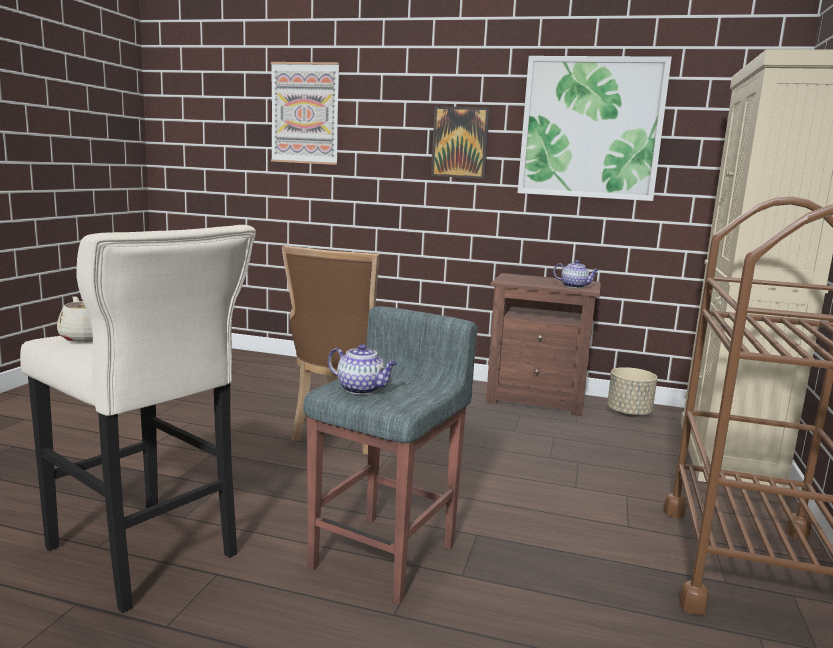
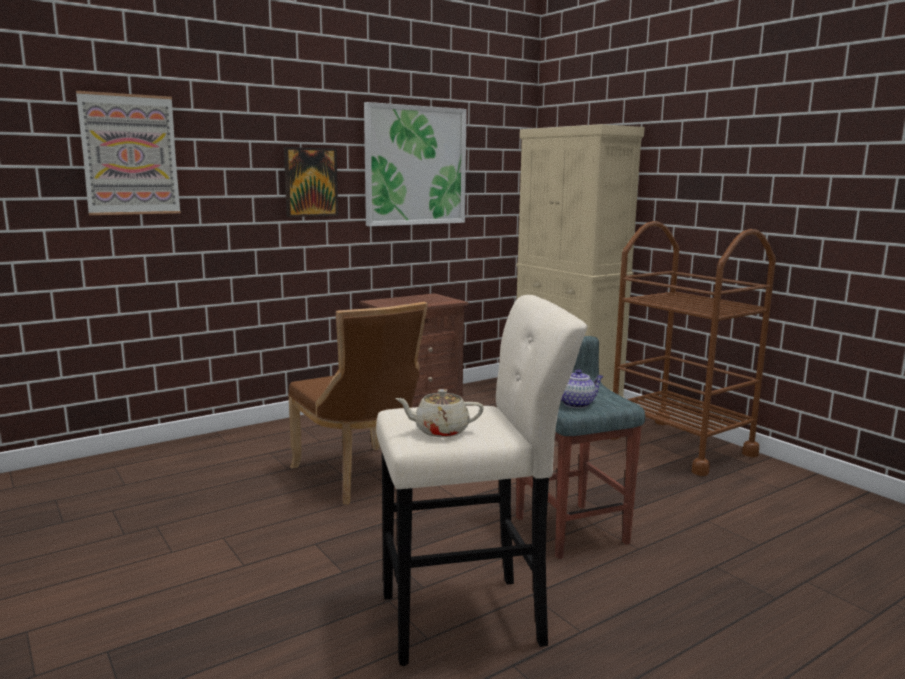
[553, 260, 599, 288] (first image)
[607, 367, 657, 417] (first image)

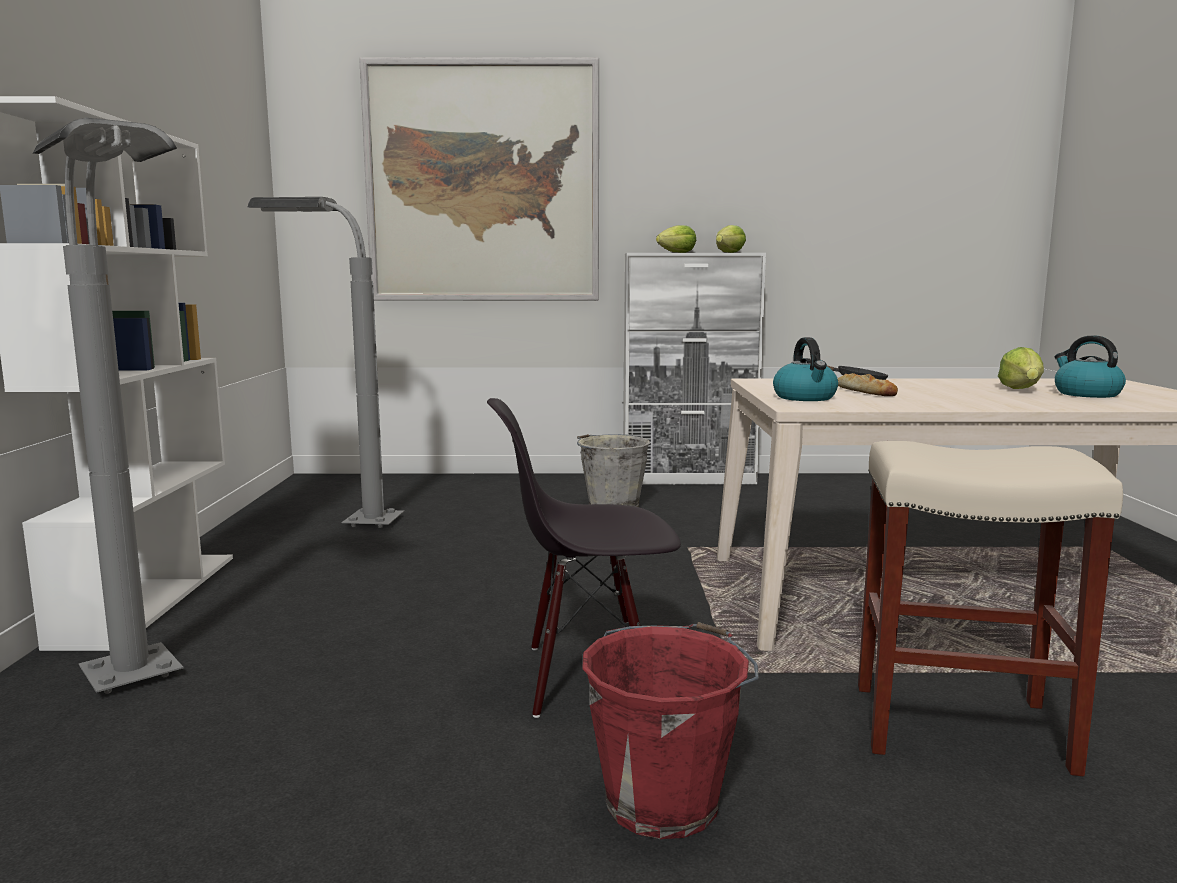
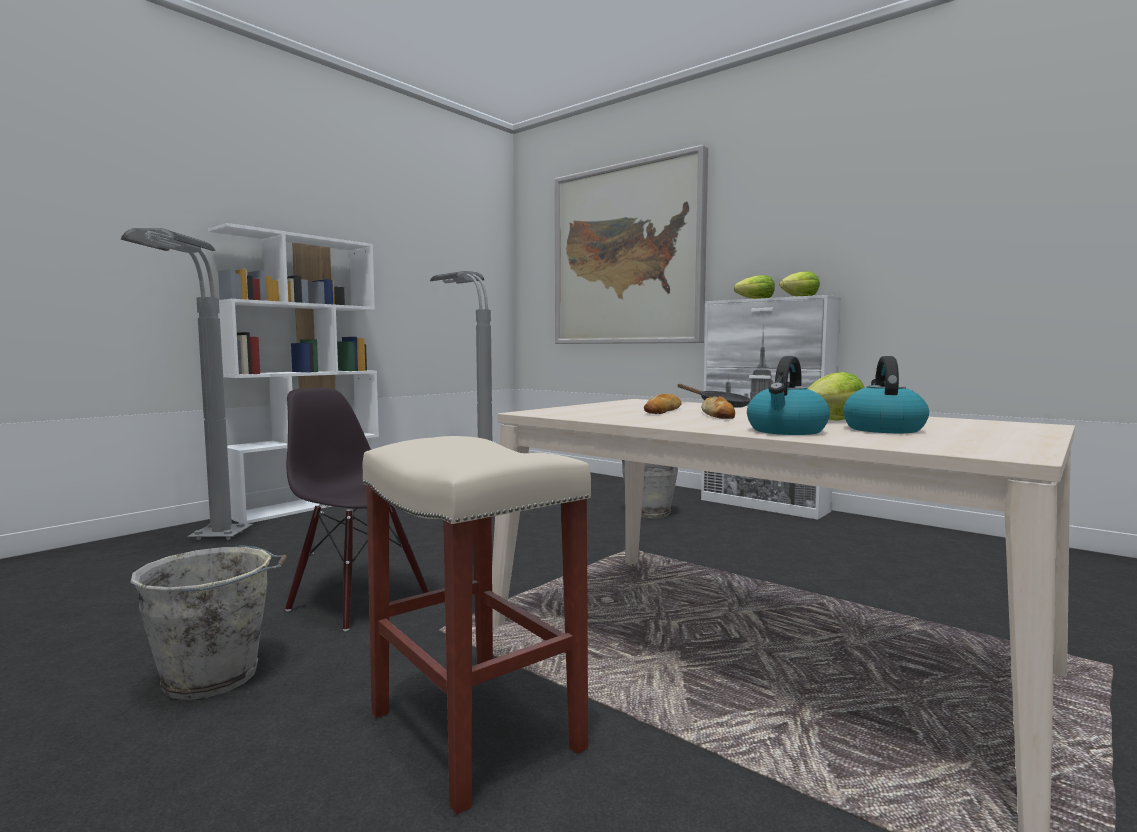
[747, 356, 830, 435]
[130, 545, 287, 700]
[701, 396, 735, 419]

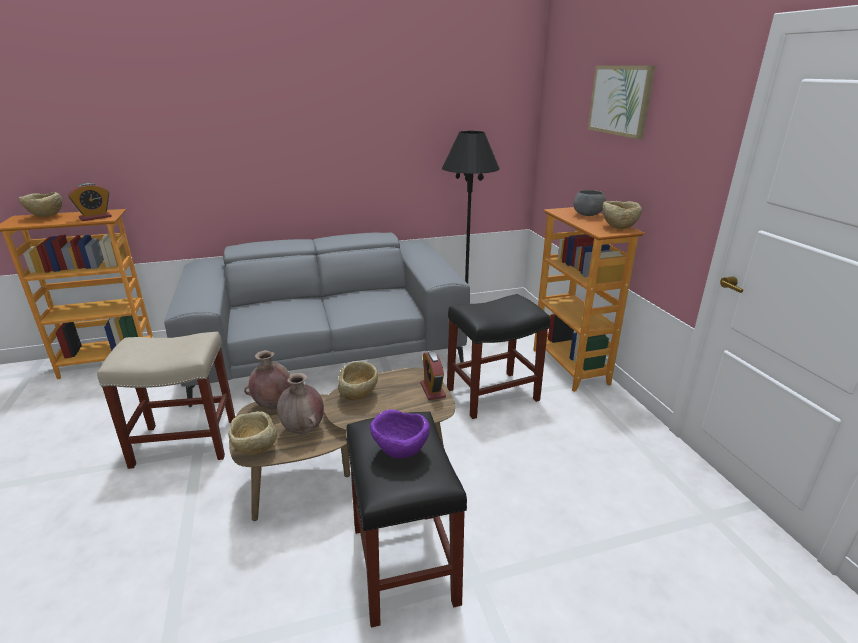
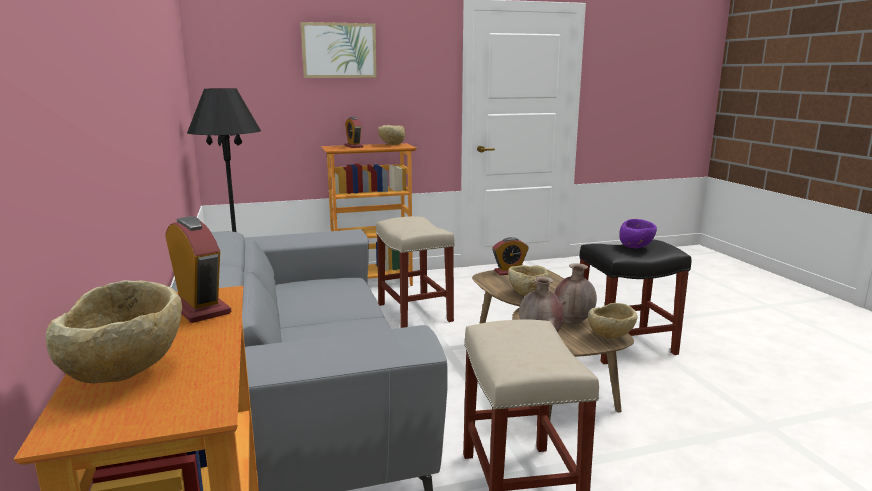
[345, 117, 364, 148]
[376, 216, 455, 328]

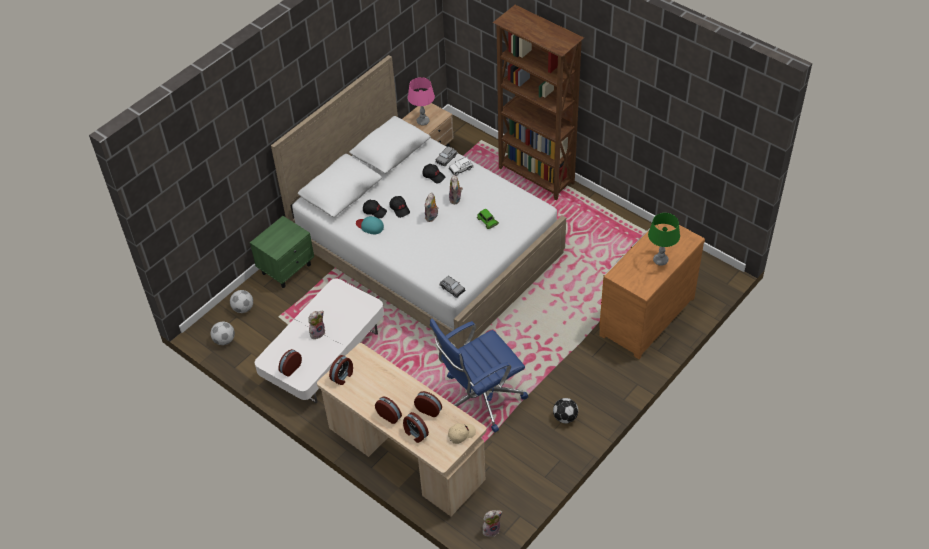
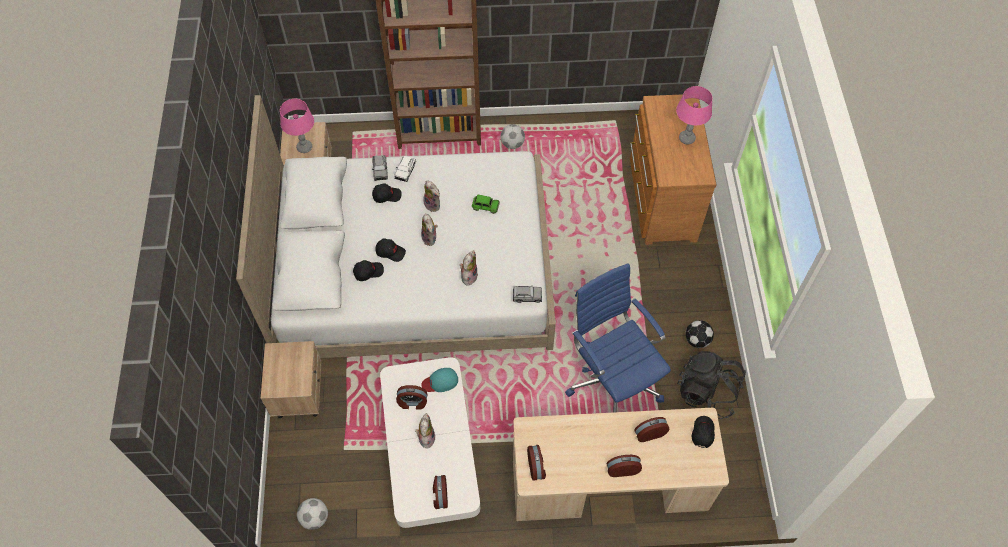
[676, 86, 713, 144]
[261, 341, 321, 419]
[421, 368, 458, 392]
[501, 124, 525, 149]
[565, 263, 671, 413]
[396, 385, 427, 410]
[692, 416, 715, 448]
[460, 250, 478, 286]
[677, 351, 746, 419]

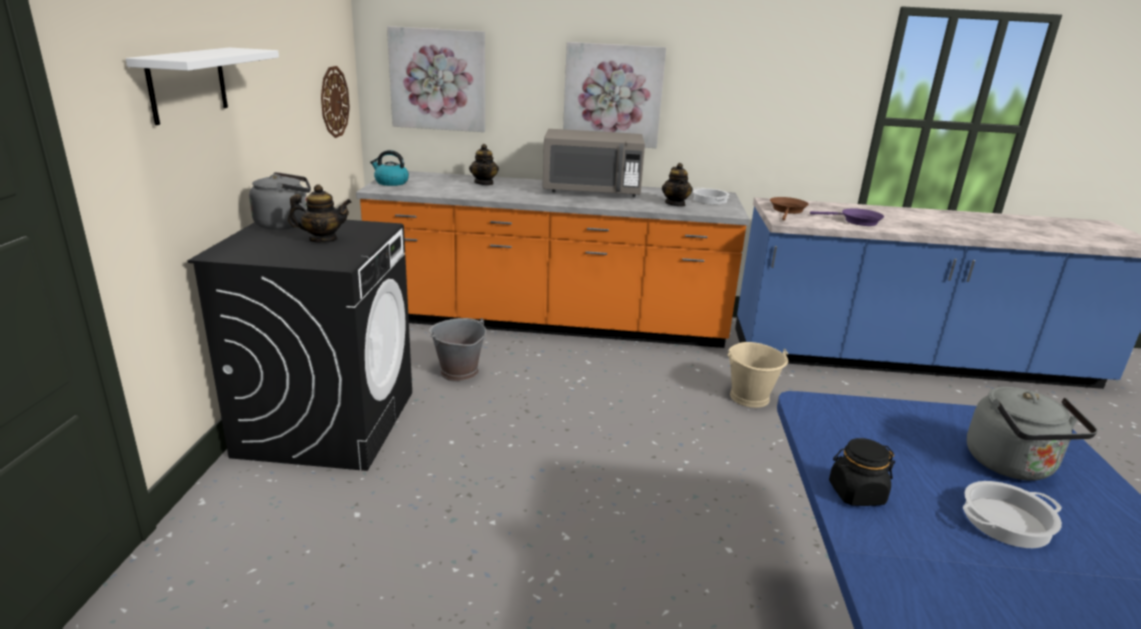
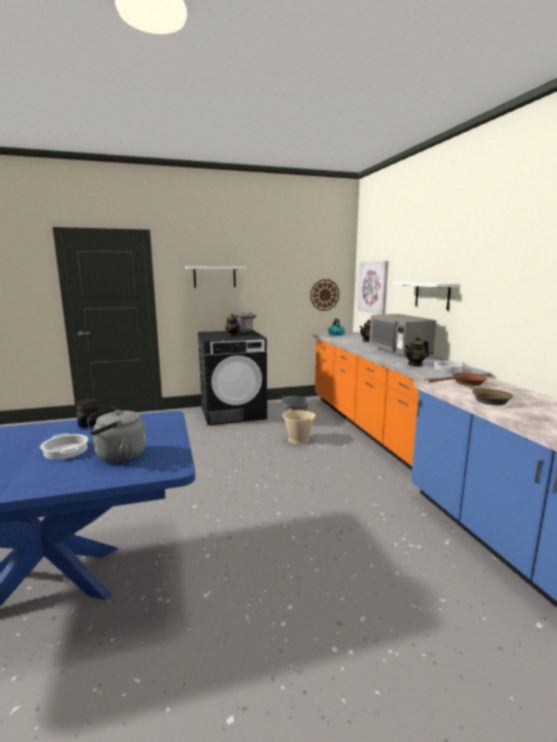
[394, 282, 458, 310]
[468, 385, 513, 405]
[282, 408, 316, 444]

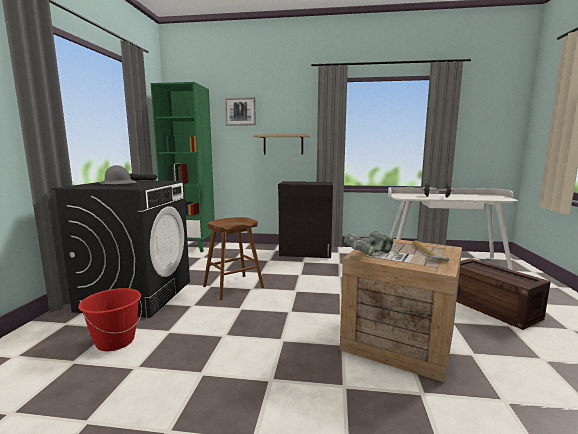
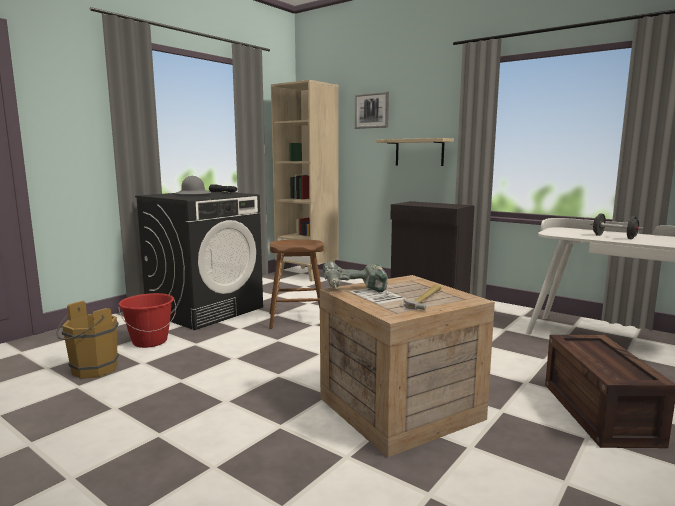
[271, 80, 339, 281]
[56, 301, 119, 379]

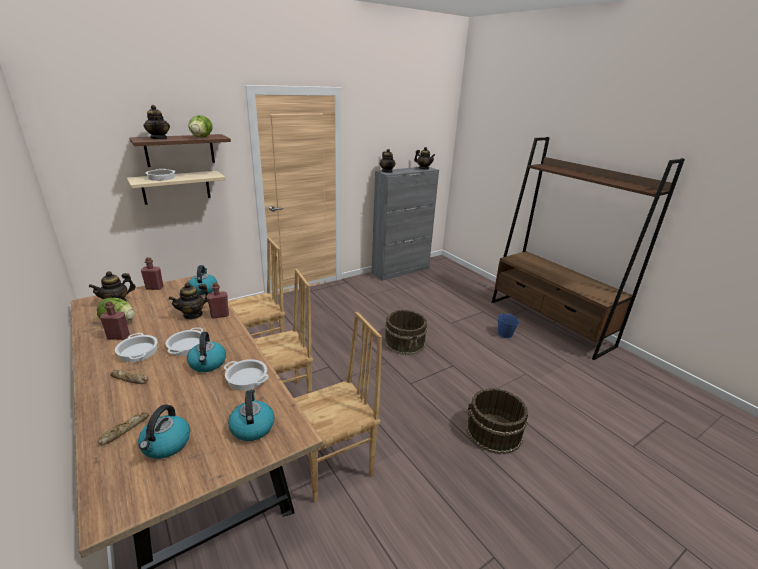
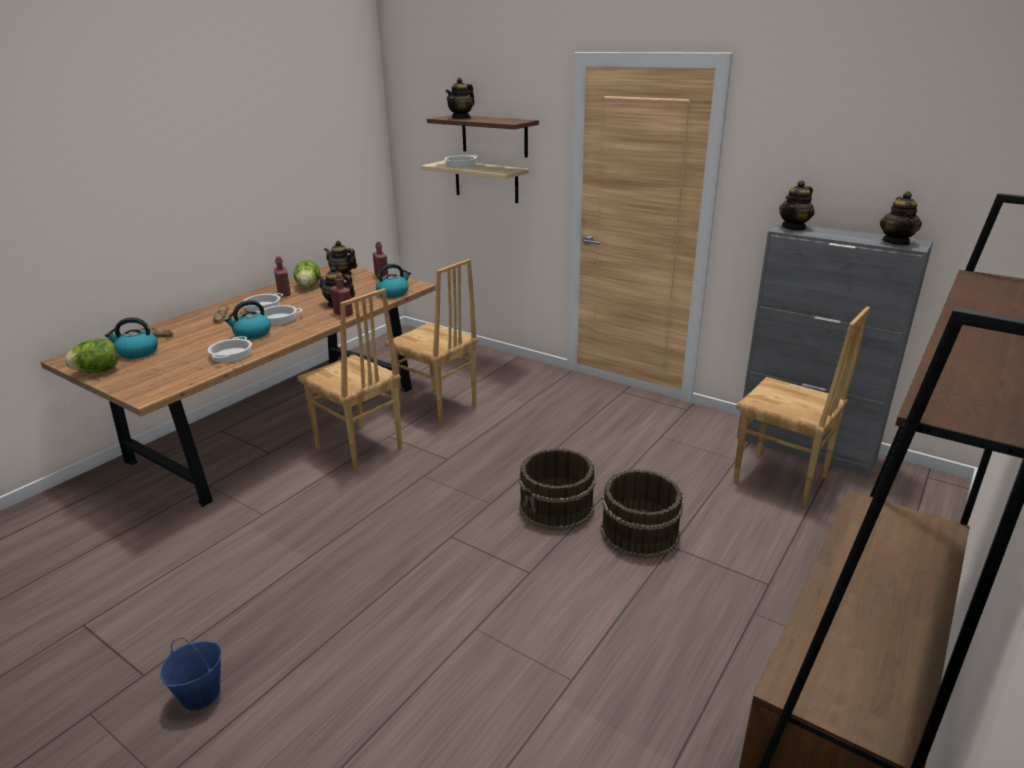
[64, 339, 118, 373]
[160, 638, 222, 710]
[733, 306, 870, 507]
[600, 469, 683, 559]
[228, 390, 274, 441] (first image)

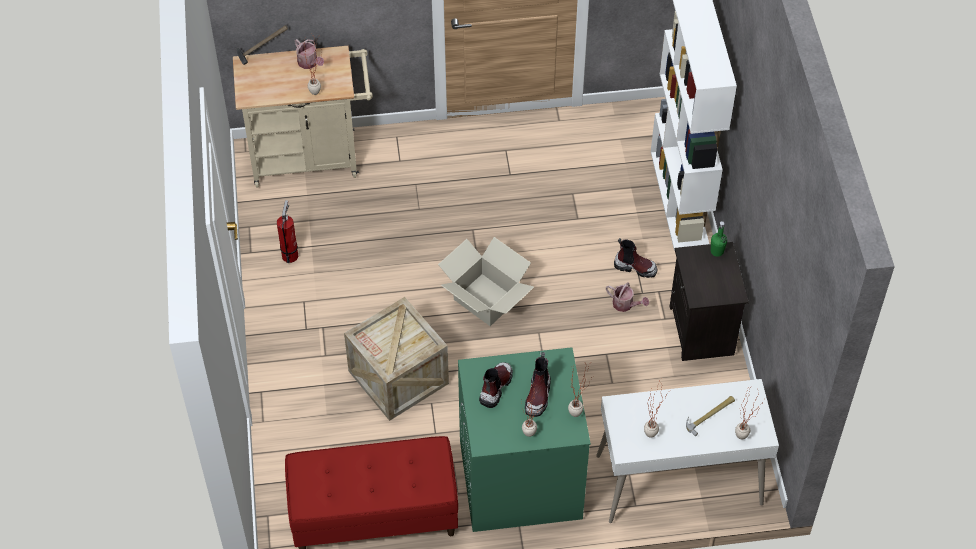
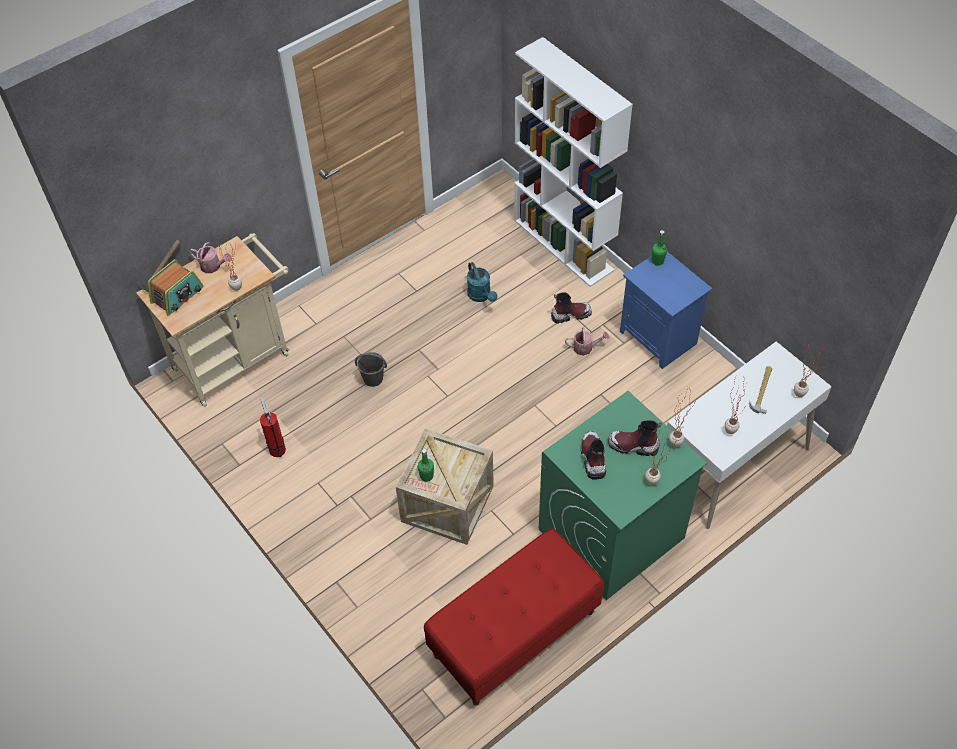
[438, 237, 534, 326] (first image)
[620, 252, 712, 369]
[608, 420, 662, 456]
[148, 259, 203, 316]
[467, 262, 497, 302]
[355, 352, 387, 387]
[417, 449, 434, 482]

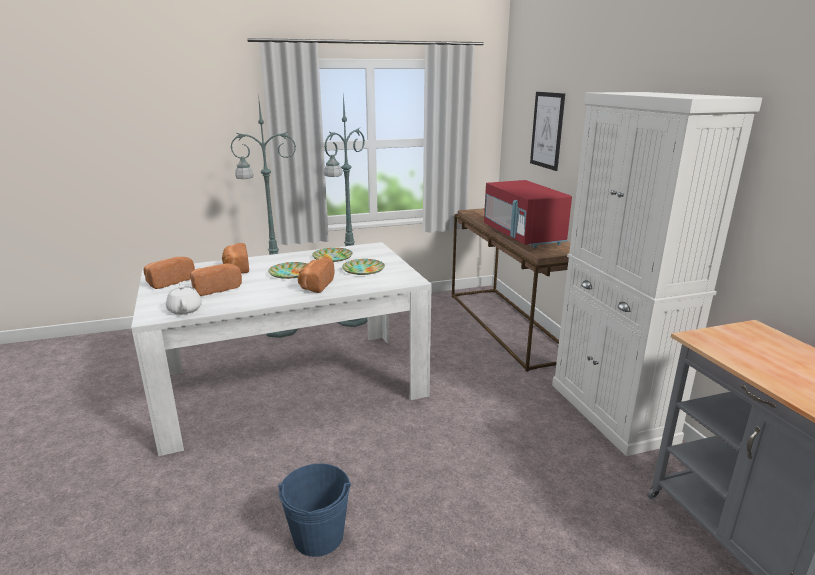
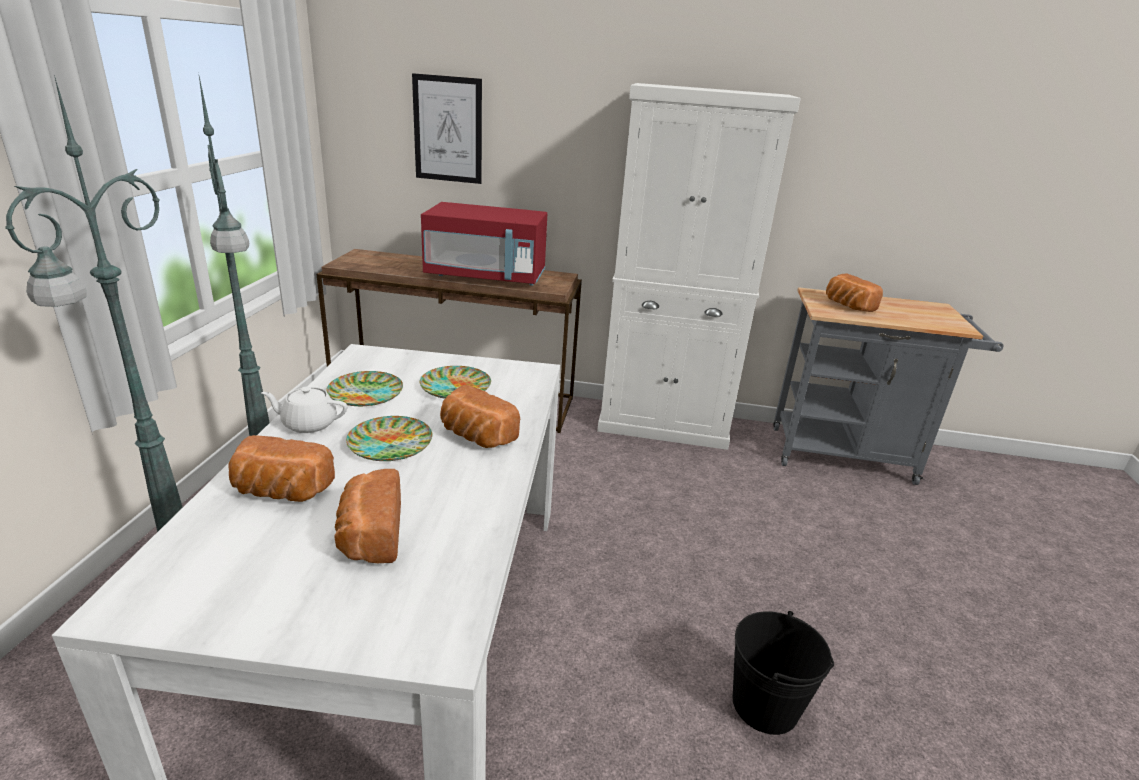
[826, 274, 883, 312]
[261, 387, 347, 433]
[732, 611, 834, 735]

